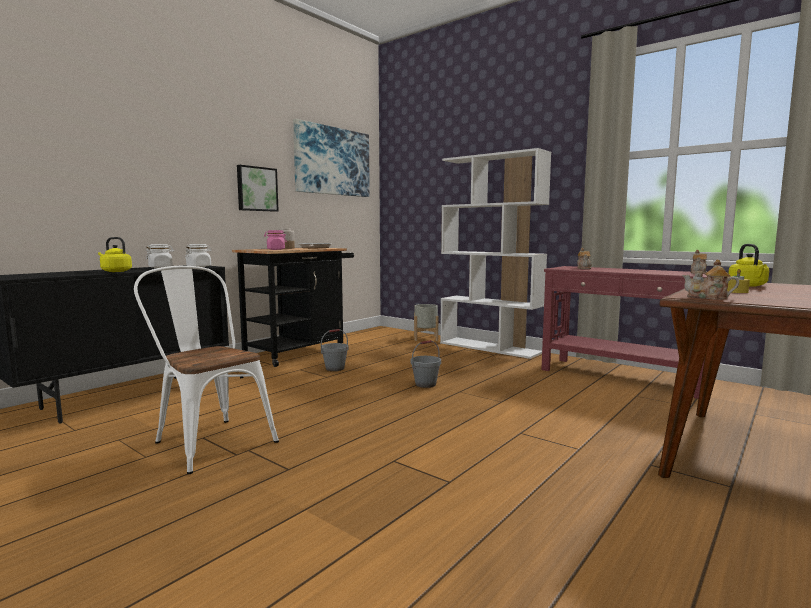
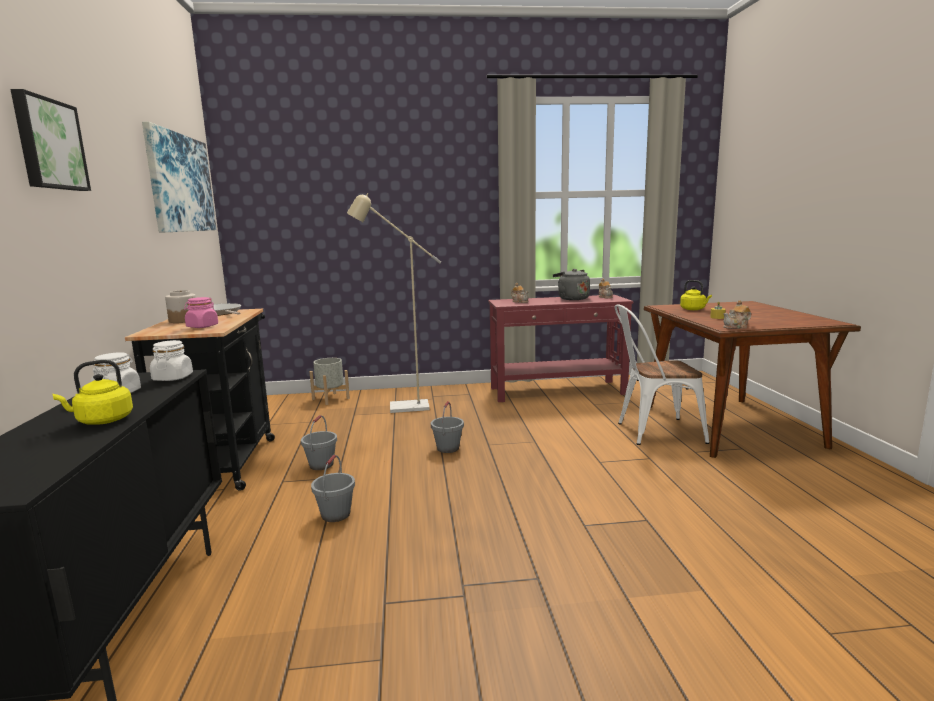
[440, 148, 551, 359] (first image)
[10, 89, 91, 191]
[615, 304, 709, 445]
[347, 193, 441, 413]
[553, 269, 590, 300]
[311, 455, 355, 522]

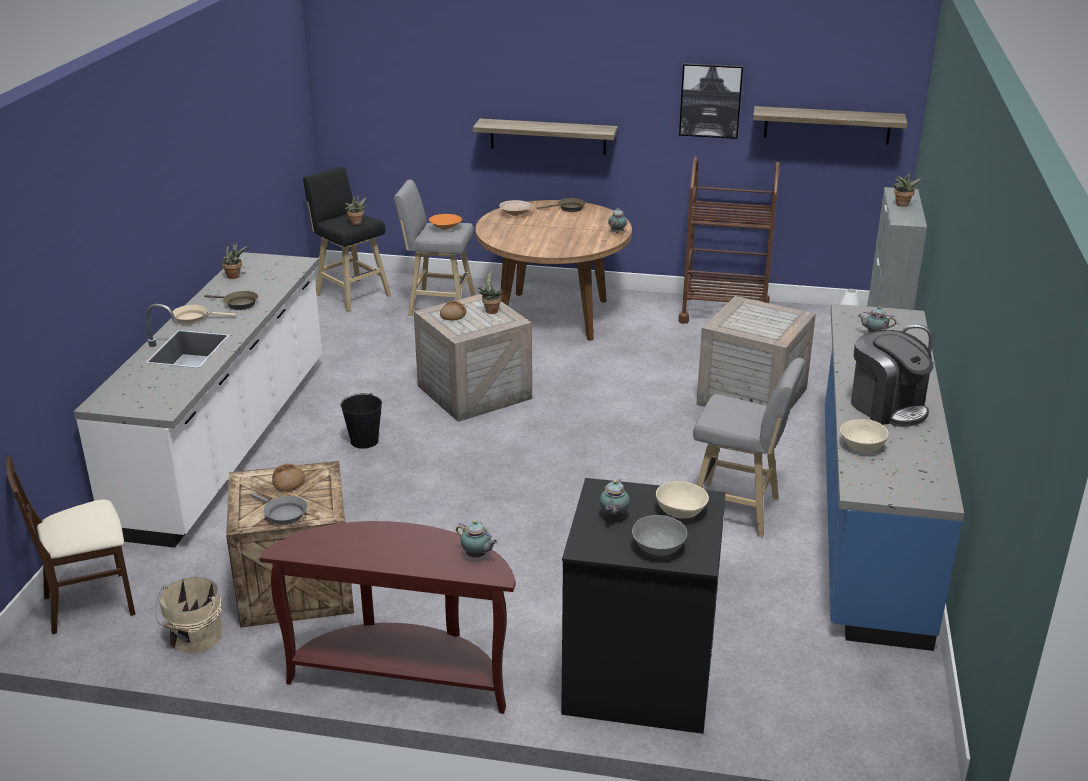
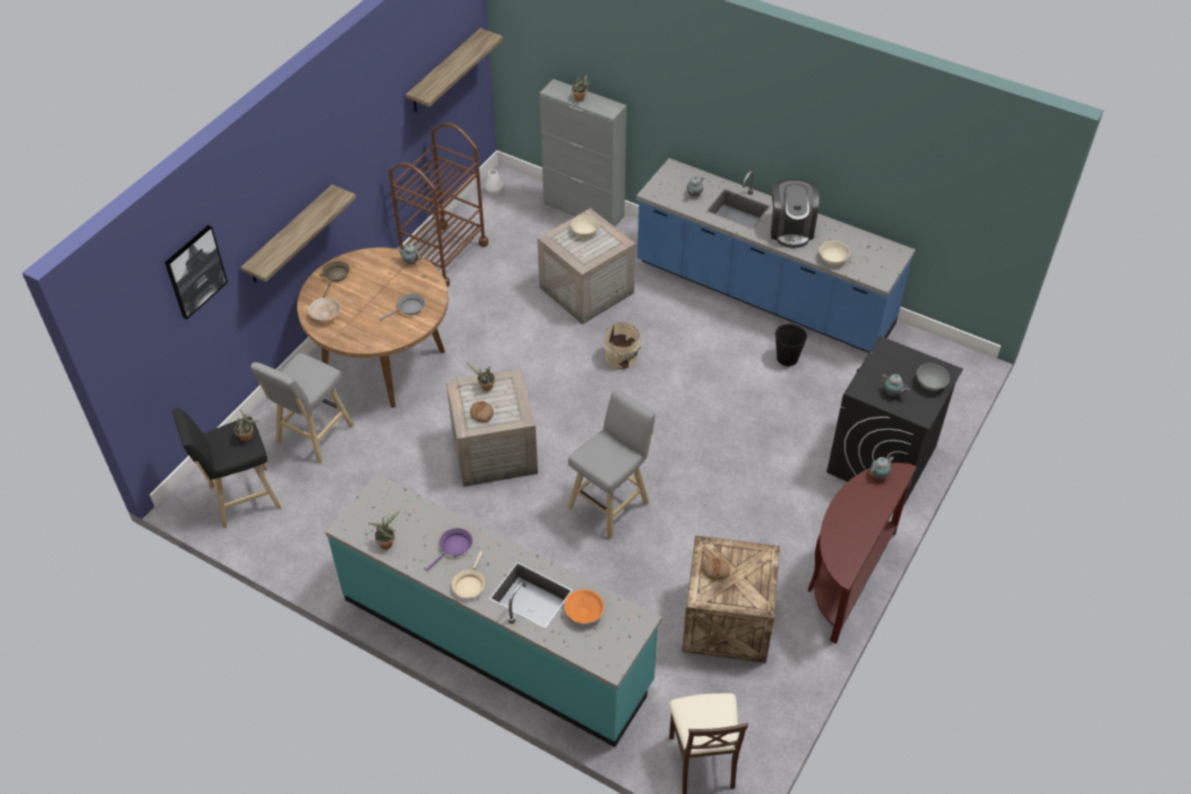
[165, 225, 228, 319]
[564, 589, 604, 623]
[326, 474, 662, 747]
[425, 528, 473, 571]
[770, 179, 819, 248]
[567, 389, 655, 539]
[775, 324, 807, 366]
[571, 216, 600, 238]
[379, 294, 425, 320]
[604, 322, 643, 369]

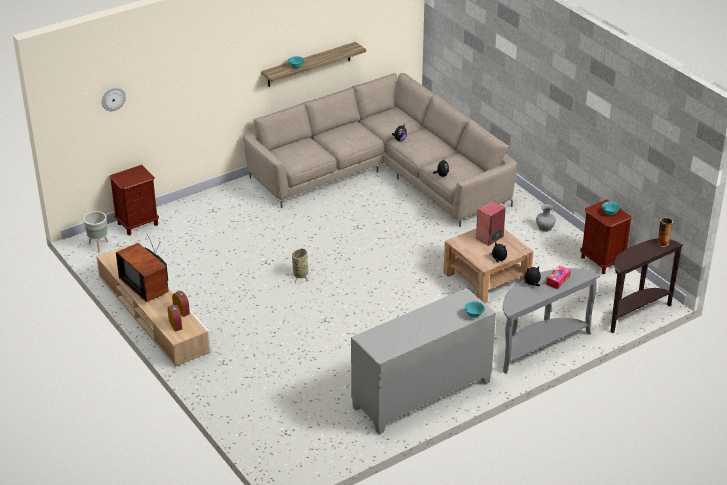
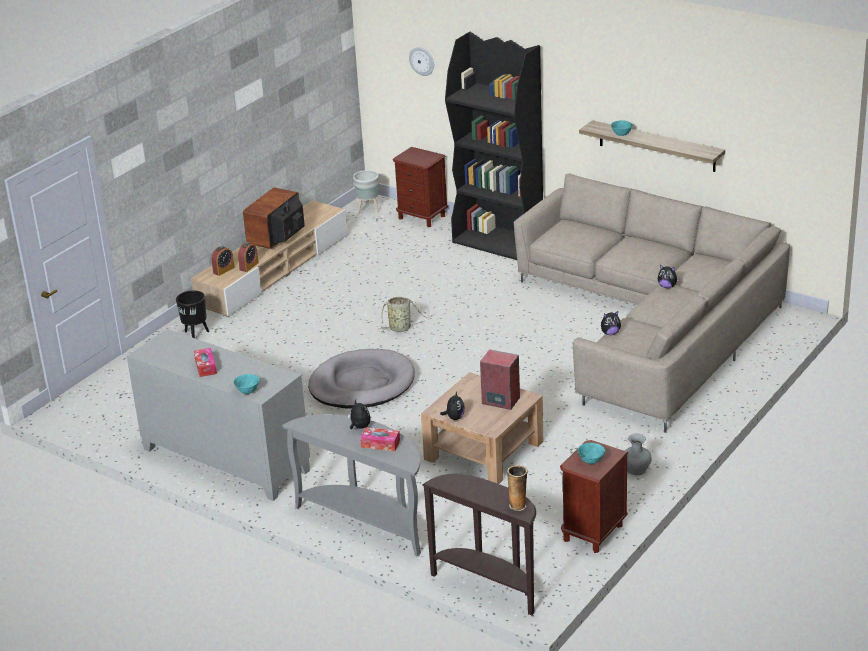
[445, 32, 543, 260]
[176, 290, 209, 338]
[194, 348, 217, 377]
[308, 349, 415, 409]

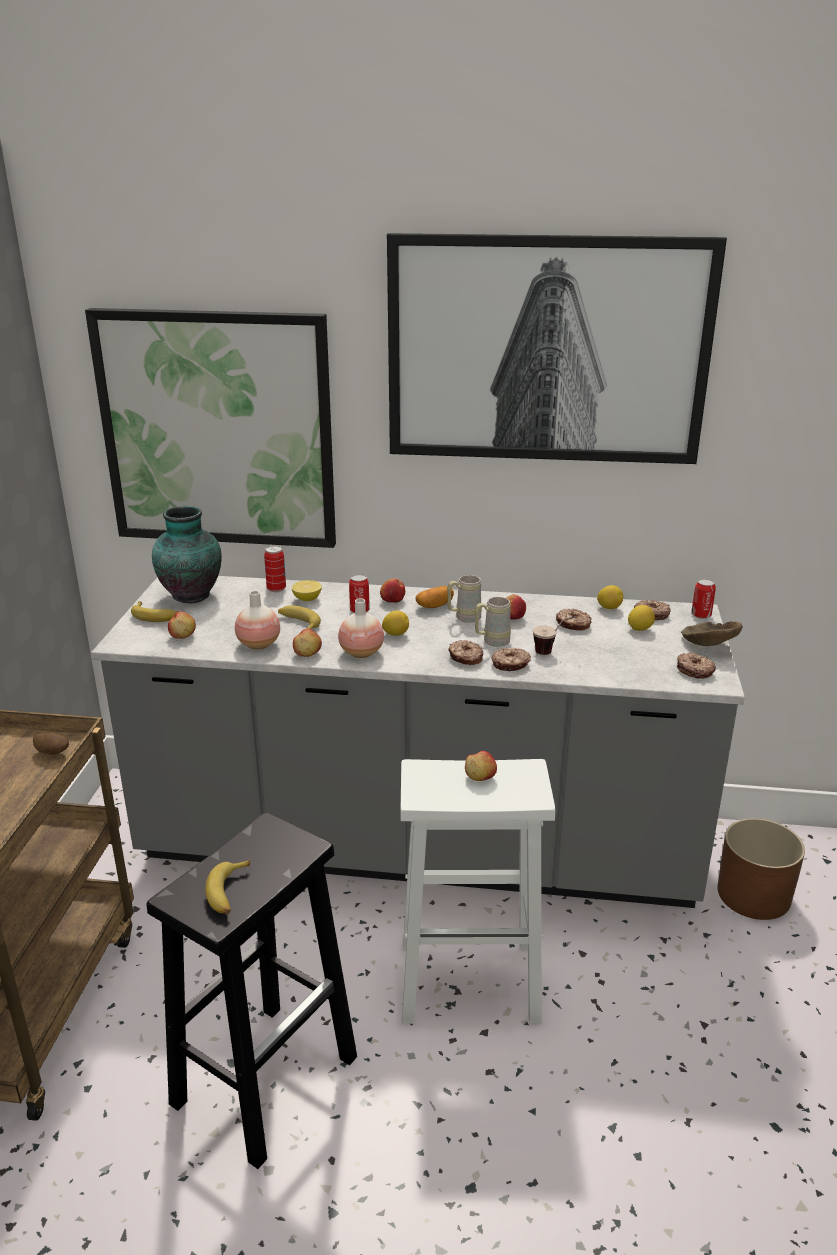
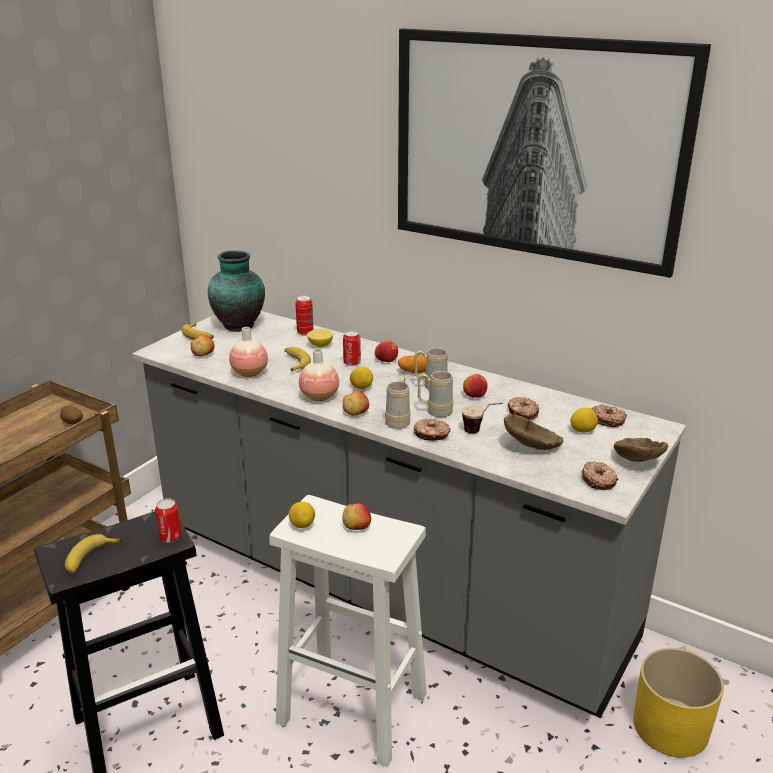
[85, 308, 336, 548] (first image)
[155, 498, 182, 543]
[289, 502, 315, 528]
[343, 390, 369, 415]
[385, 376, 411, 429]
[633, 648, 724, 758]
[504, 414, 563, 450]

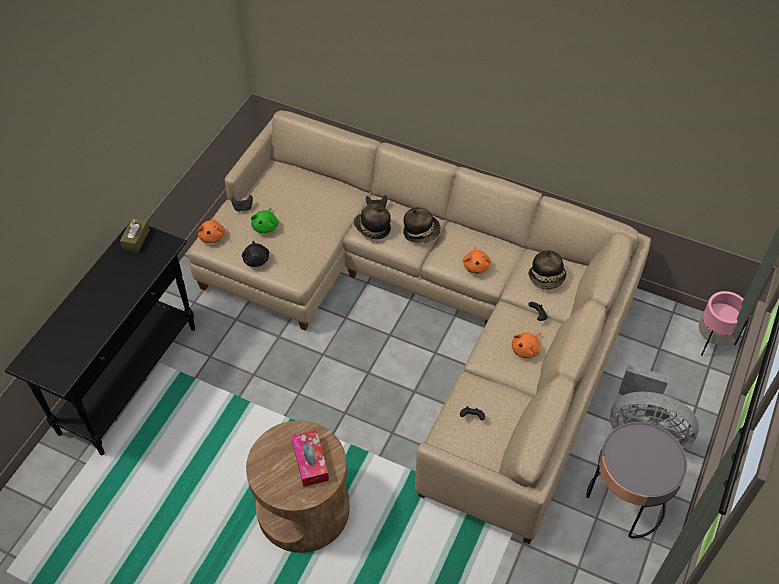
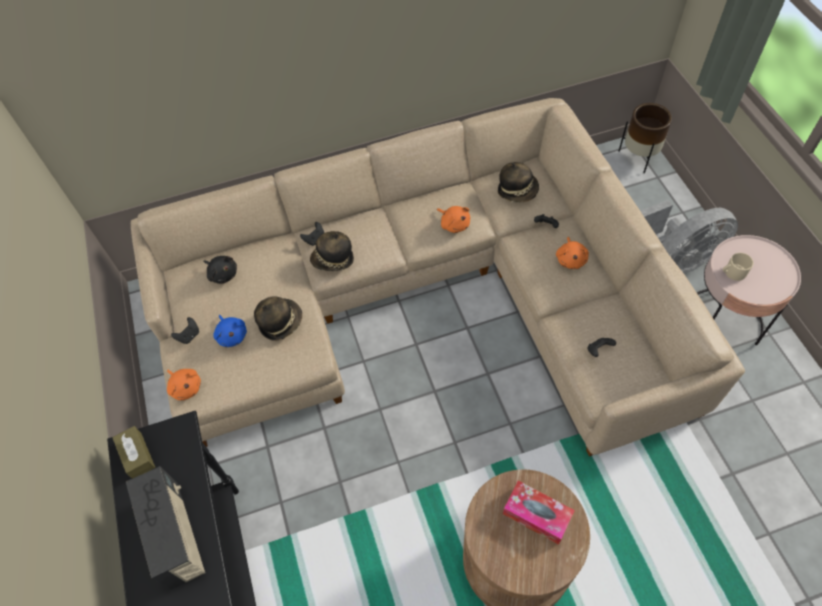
[254, 296, 302, 341]
[213, 315, 247, 347]
[203, 256, 237, 284]
[618, 103, 672, 173]
[697, 235, 801, 345]
[723, 253, 754, 281]
[126, 466, 205, 590]

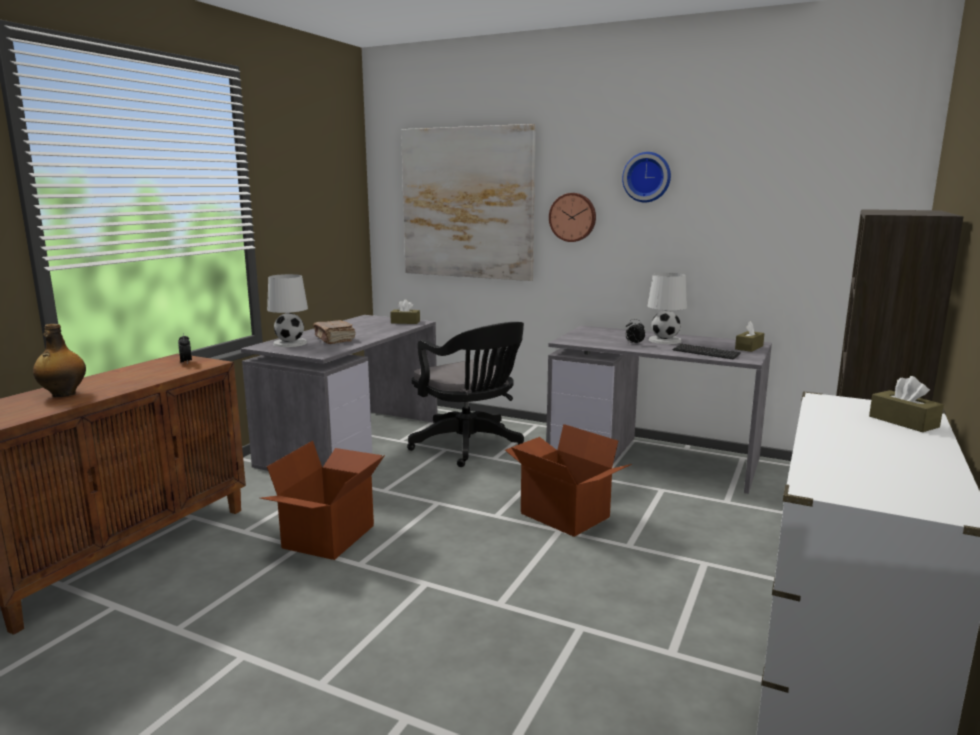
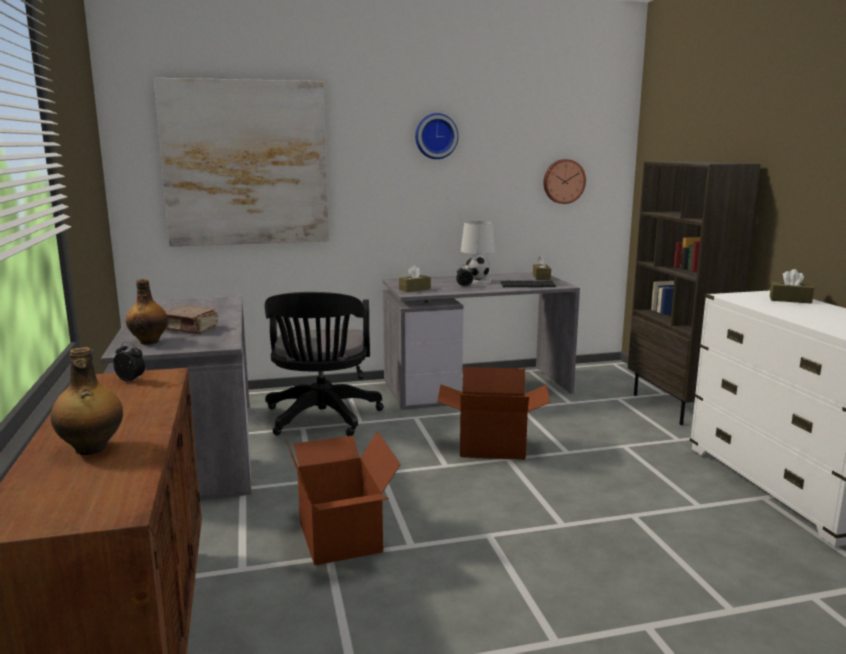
[544, 159, 586, 204]
[126, 279, 168, 345]
[399, 265, 431, 292]
[265, 292, 384, 436]

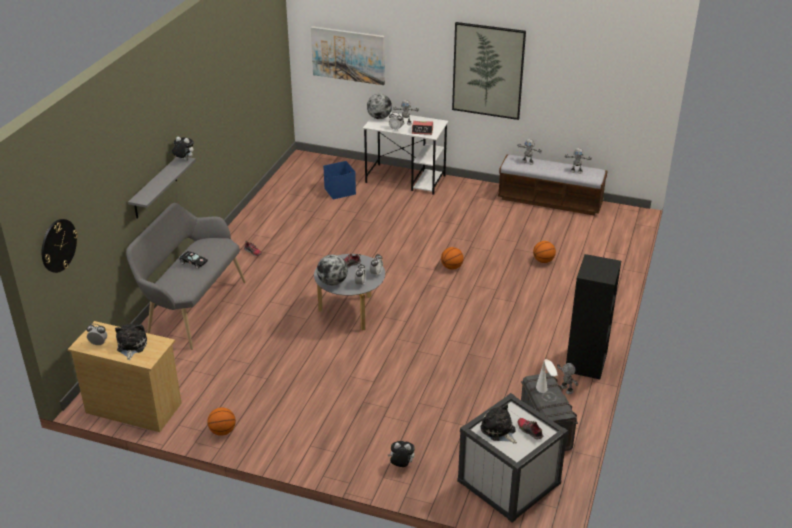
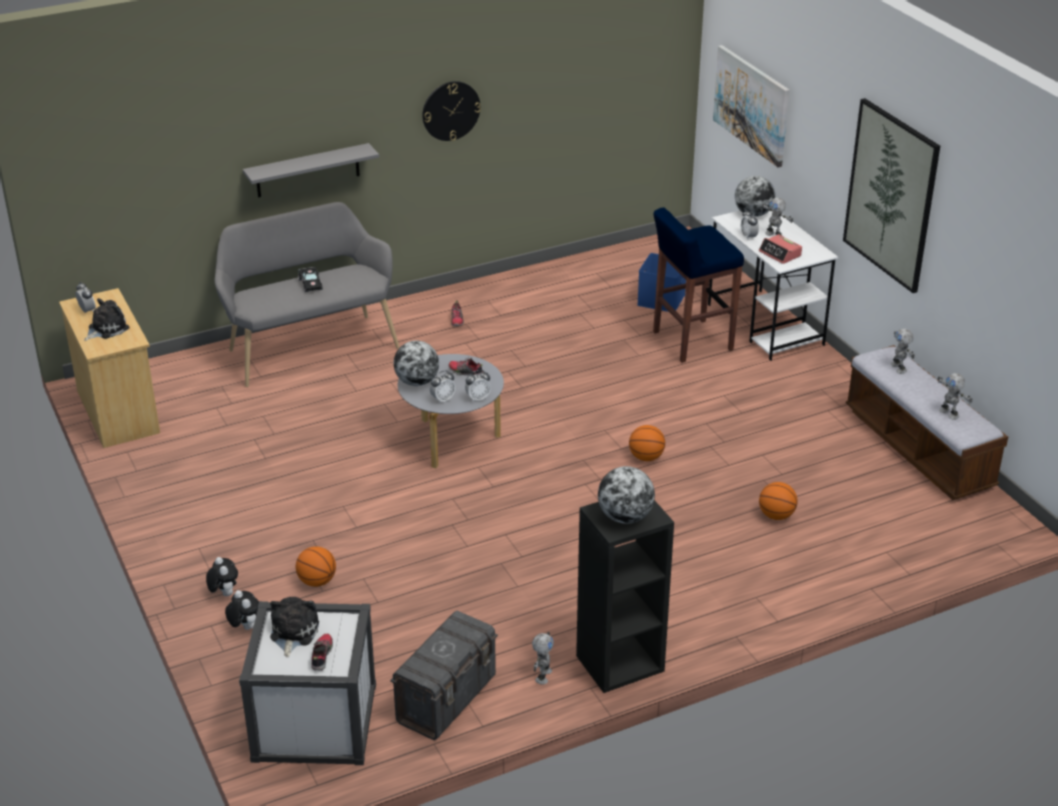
[206, 557, 238, 596]
[422, 81, 481, 141]
[536, 359, 558, 393] (first image)
[296, 546, 336, 587]
[653, 207, 744, 363]
[598, 466, 655, 524]

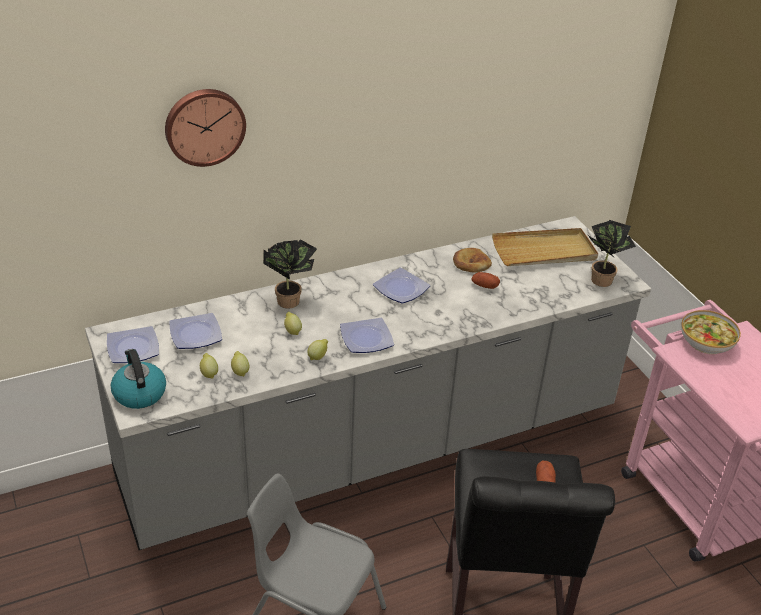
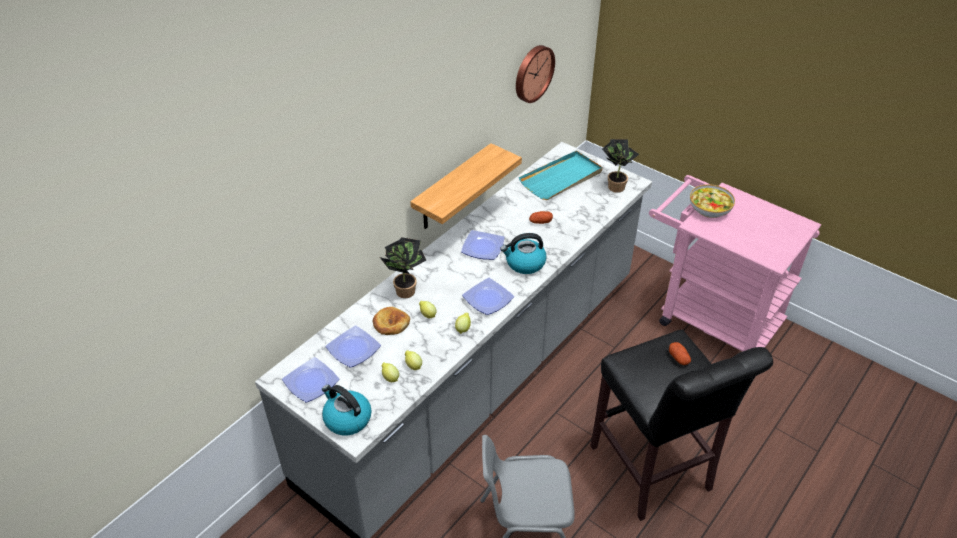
[516, 45, 555, 103]
[519, 151, 602, 200]
[373, 307, 410, 335]
[410, 143, 522, 229]
[500, 233, 547, 274]

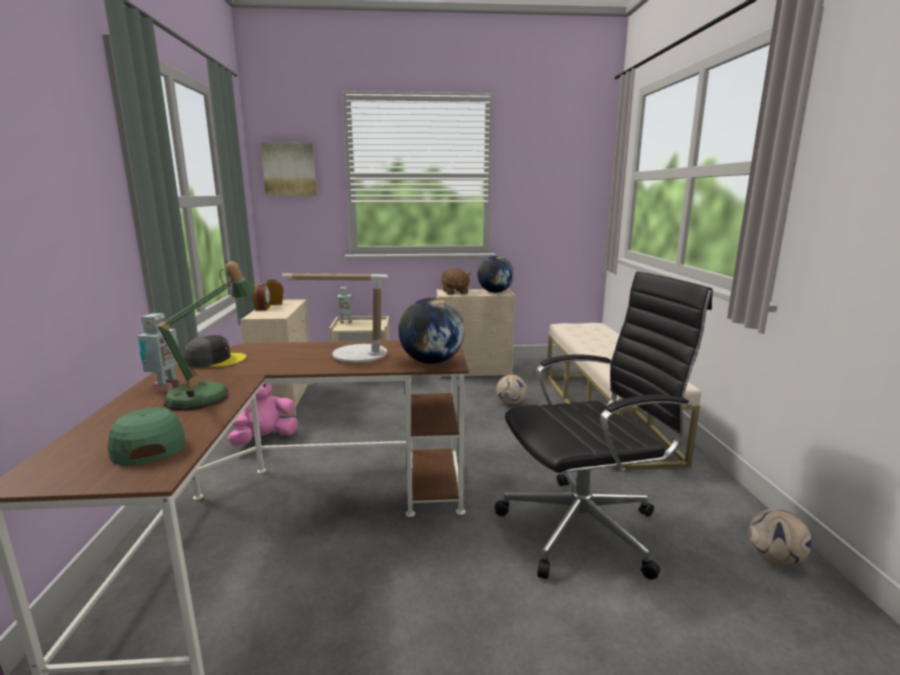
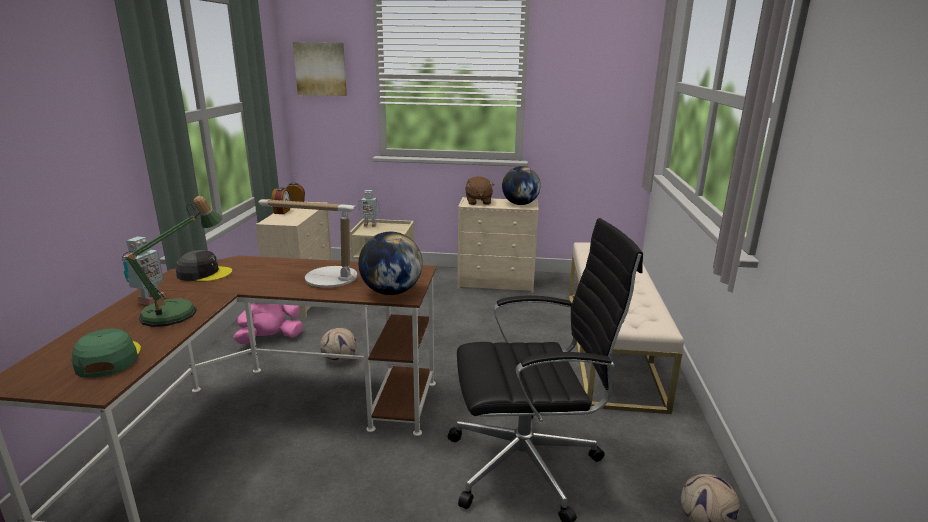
[320, 328, 357, 363]

